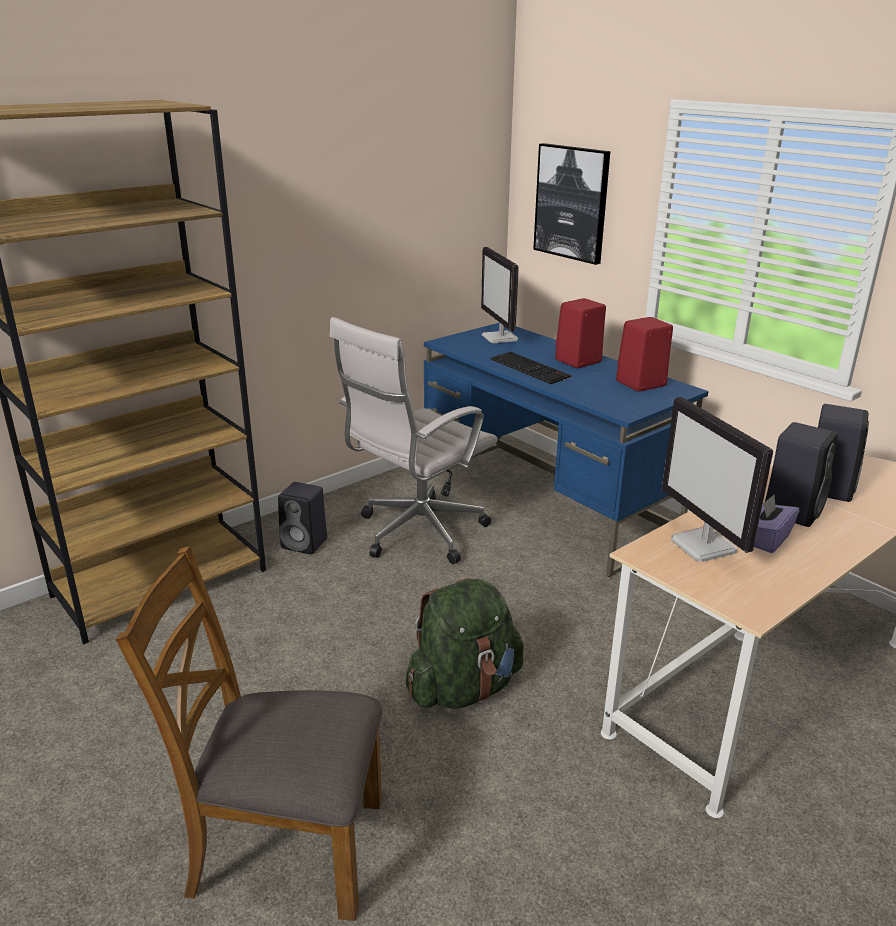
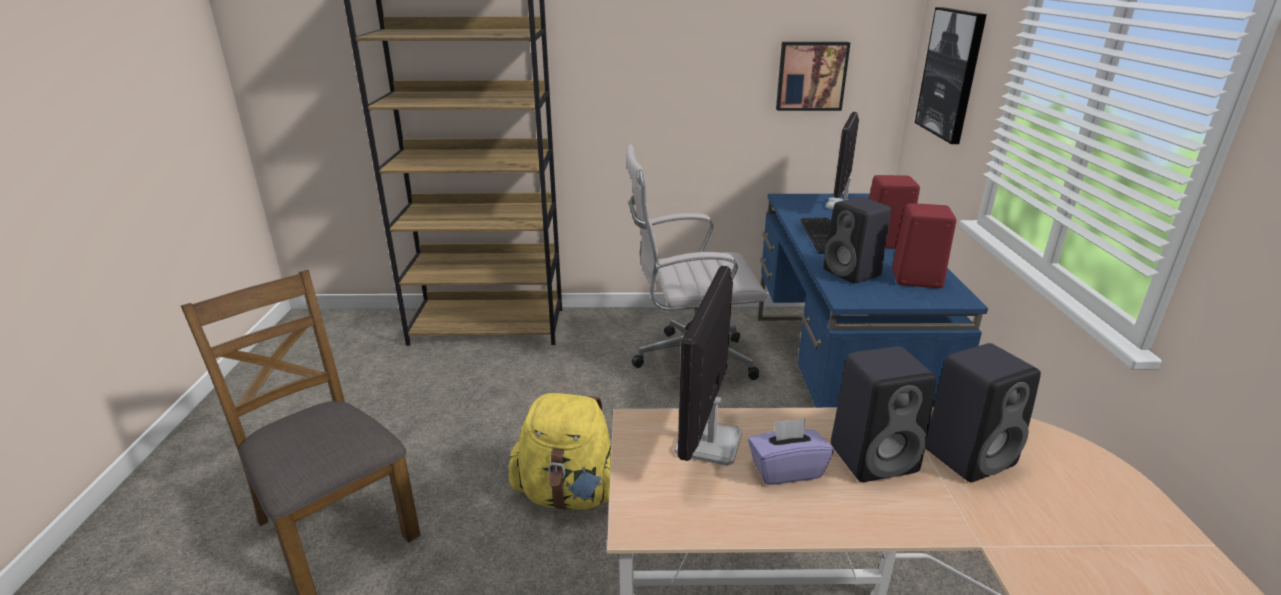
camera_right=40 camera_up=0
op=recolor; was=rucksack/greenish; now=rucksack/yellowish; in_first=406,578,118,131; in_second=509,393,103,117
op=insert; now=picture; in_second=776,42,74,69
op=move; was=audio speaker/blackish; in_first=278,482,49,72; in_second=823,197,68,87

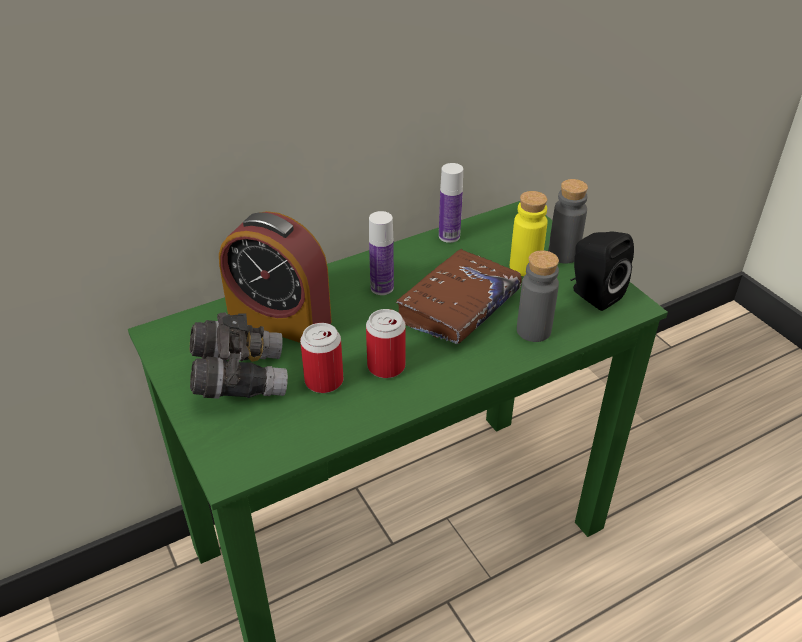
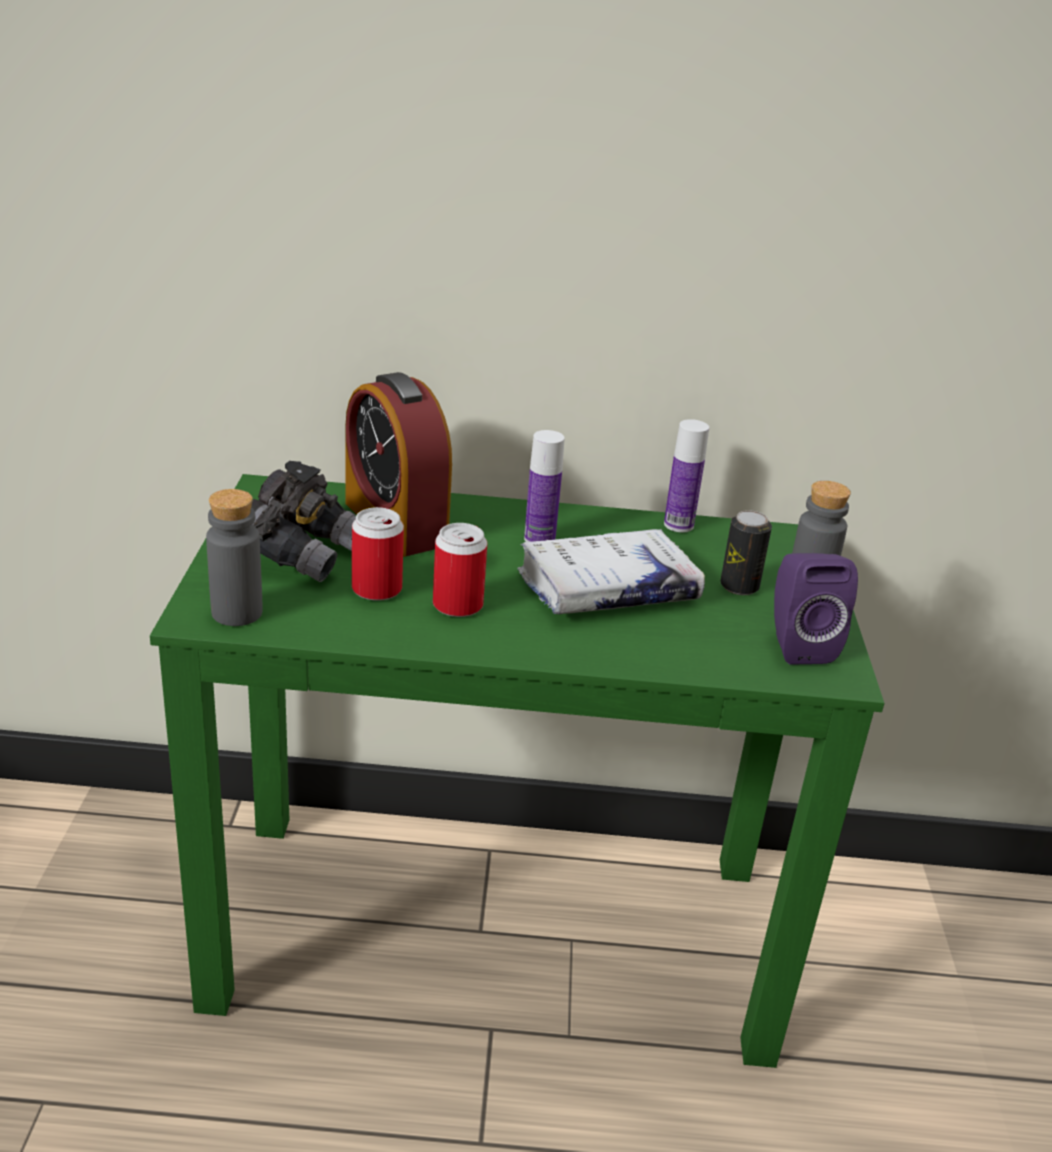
camera_right=30 camera_up=-10
op=move; was=beverage bottle/greyish; in_first=517,250,42,92; in_second=206,489,57,137
op=recolor; was=book/brown; now=book/white; in_first=395,249,127,95; in_second=518,529,187,85
op=replace; was=beverage bottle/yellowish; now=metal can; in_first=510,191,38,85; in_second=720,510,52,85
op=recolor; was=audio speaker/blackish; now=audio speaker/purplish; in_first=571,231,63,80; in_second=774,553,84,112

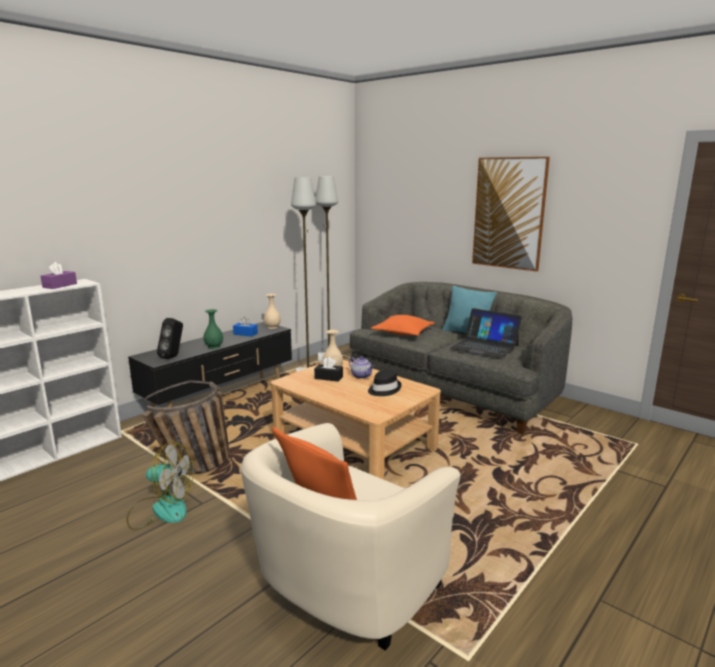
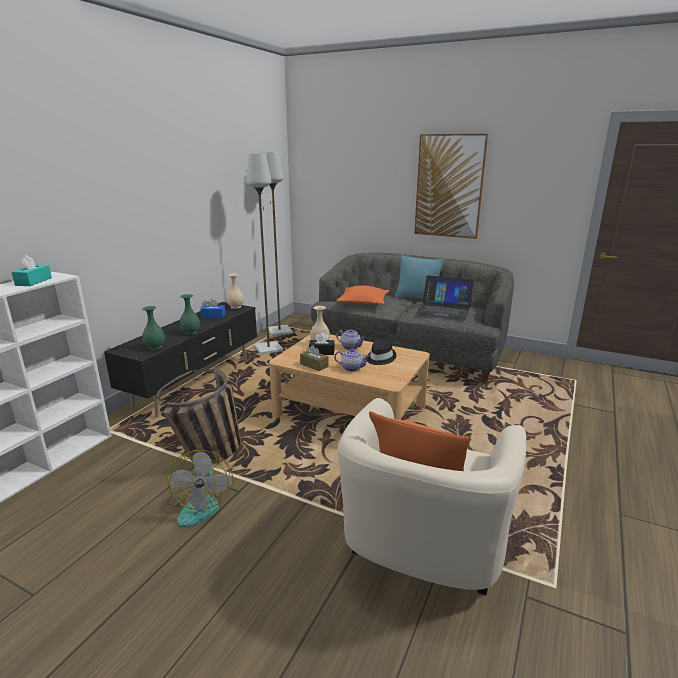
camera_right=-15 camera_up=5
op=recolor; was=tissue box/purplish; now=tissue box/turquoise-coloured; in_first=41,262,36,27; in_second=12,255,40,31
op=replace; was=audio speaker/blackish; now=decorative vase/greenish; in_first=157,318,26,41; in_second=142,306,23,44
op=rotate; was=electric fan; in_first=126,441,68,89; in_second=167,450,66,77; clockwise=90
op=insert; now=tissue box/brown; in_second=300,345,29,26
op=insert; now=tea pot; in_second=334,348,36,23

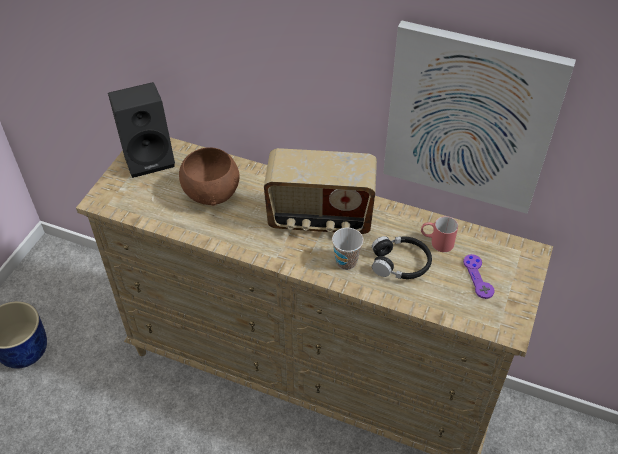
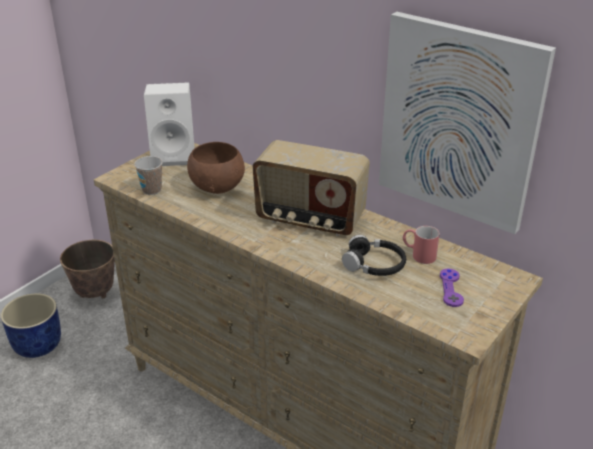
camera_right=15 camera_up=-15
op=insert; now=flower pot; in_second=60,240,55,58
op=move; was=cup; in_first=332,228,31,42; in_second=134,156,29,39
op=recolor; was=audio speaker/blackish; now=audio speaker/white; in_first=108,82,67,96; in_second=144,83,51,83

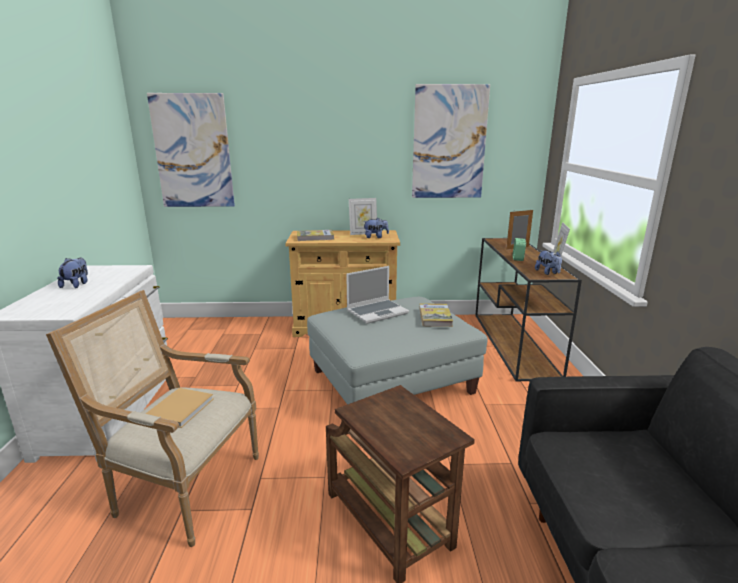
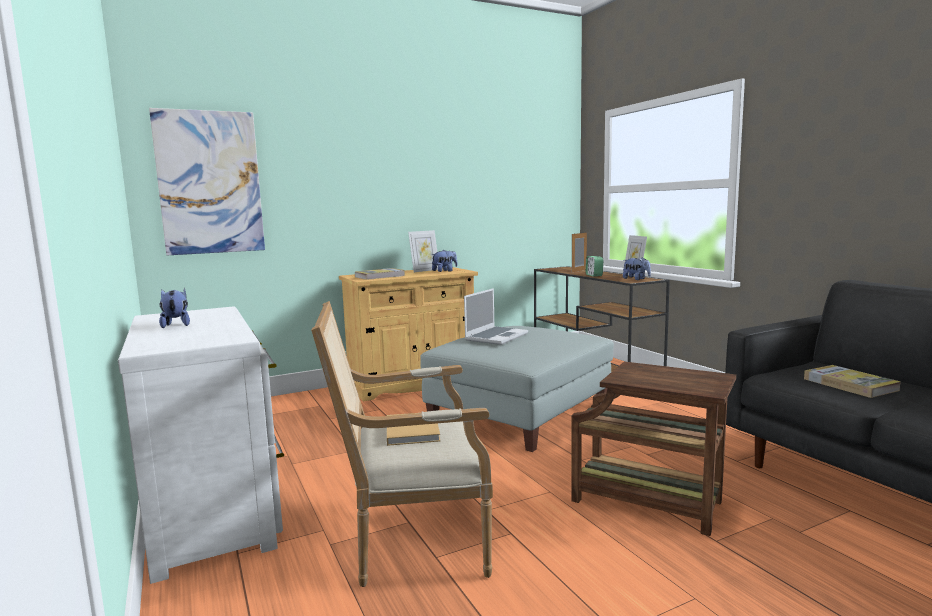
camera_right=-25 camera_up=-10
op=move; was=book; in_first=419,304,34,23; in_second=804,365,97,33
op=delete; was=picture; in_first=412,84,78,114

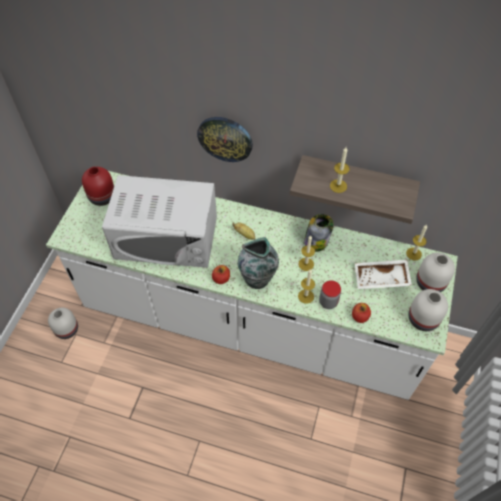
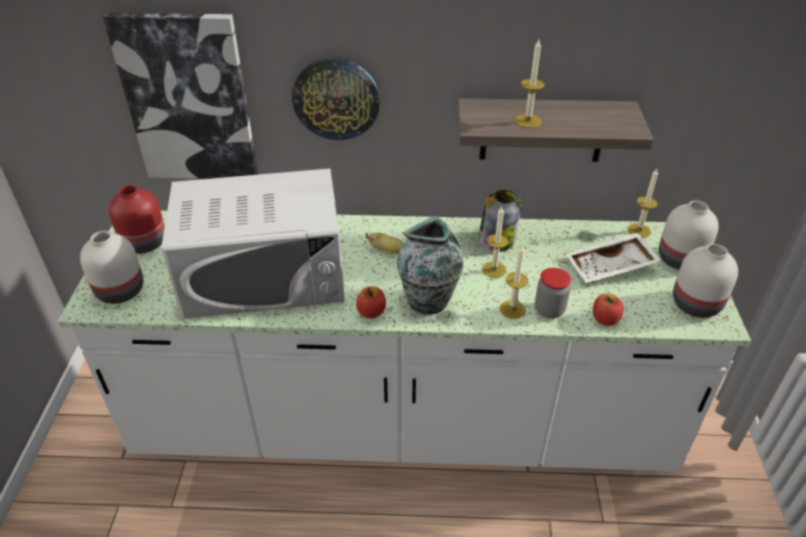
camera_right=-15 camera_up=-15
op=move; was=decorative vase/white; in_first=48,308,30,31; in_second=80,231,63,73
op=insert; now=picture; in_second=103,12,155,167

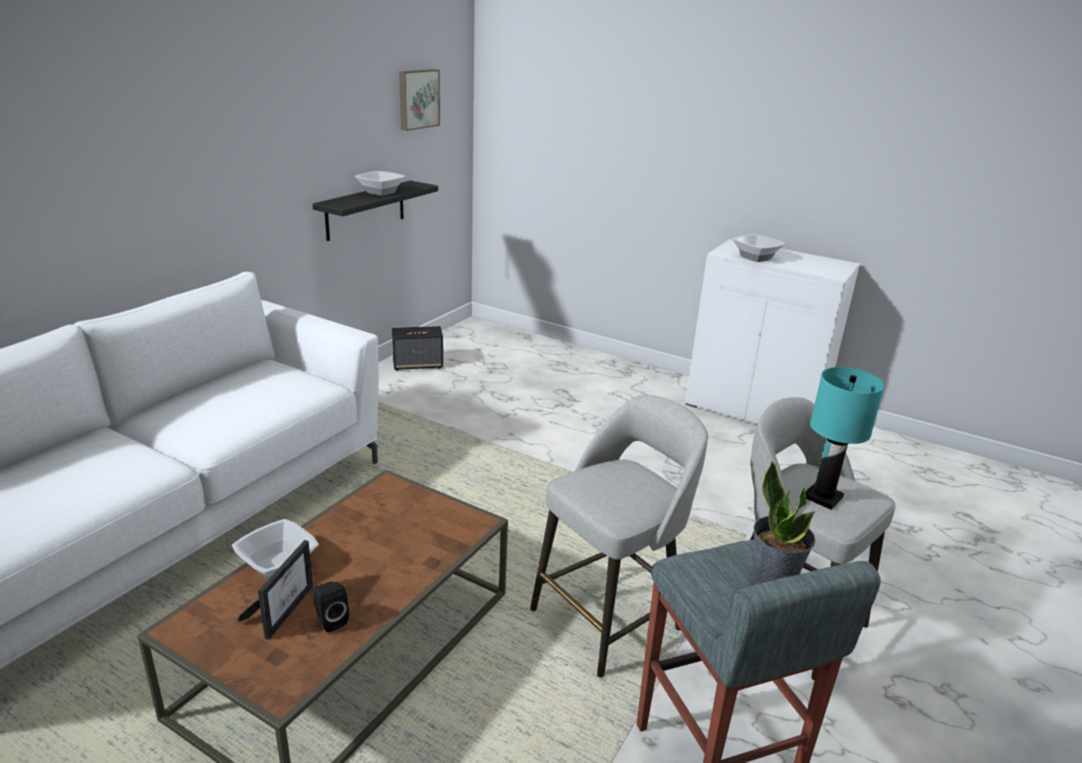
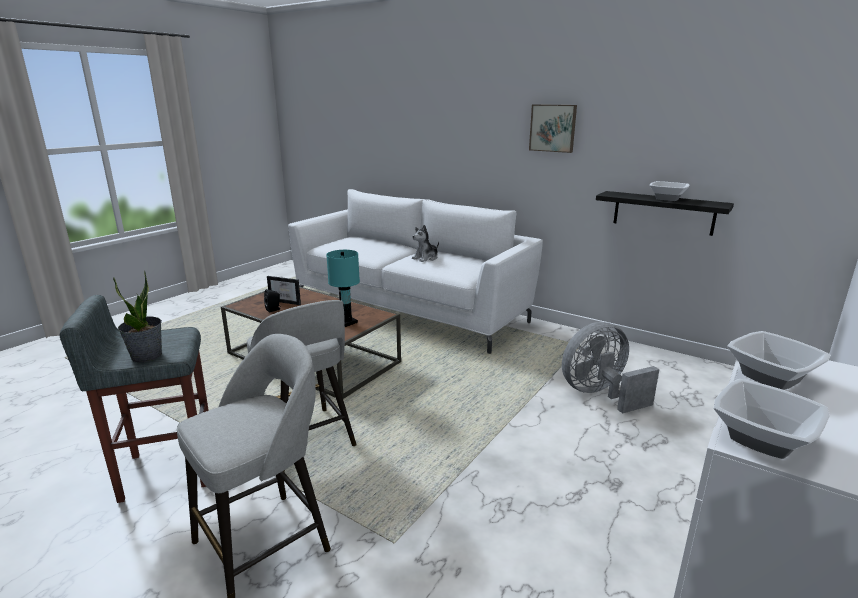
camera_right=95 camera_up=-5
op=move; was=table lamp/turquoise-coloured; in_first=805,367,80,143; in_second=326,250,34,77
op=insert; now=plush toy; in_second=412,225,27,37
op=move; was=picture; in_first=399,69,41,62; in_second=529,104,48,49
op=insert; now=electric fan/greyish; in_second=562,322,97,91
op=move; was=serving bowl; in_first=232,519,87,61; in_second=714,379,116,80
op=delete; was=audio speaker; in_first=392,326,51,45

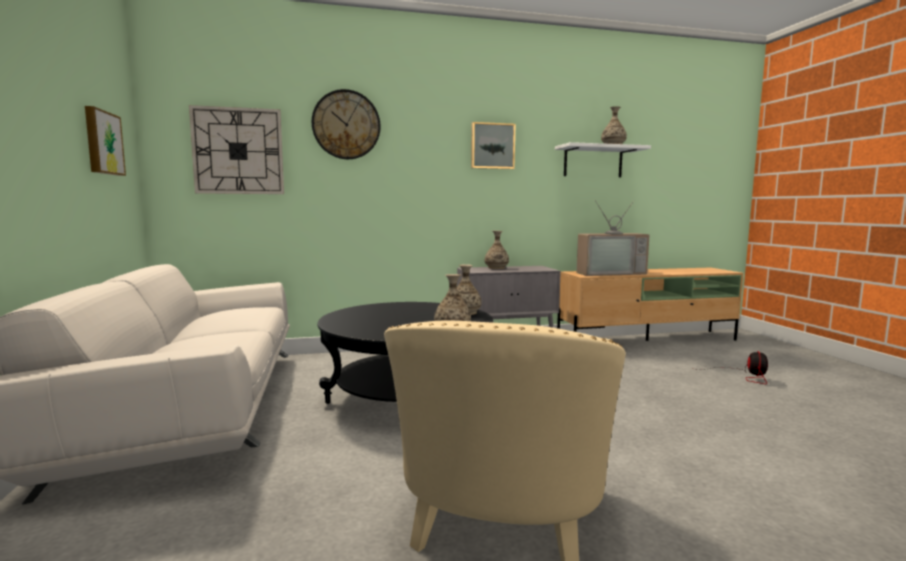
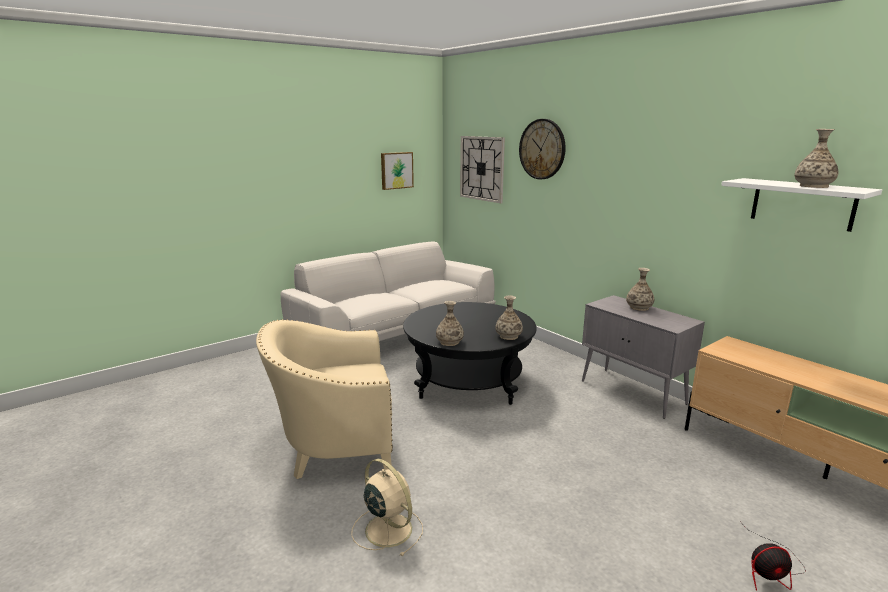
camera_right=65 camera_up=10
op=insert; now=electric fan/sand-coloured; in_second=351,459,72,97
op=delete; was=picture; in_first=471,122,44,47
op=delete; was=TV set; in_first=576,200,74,76

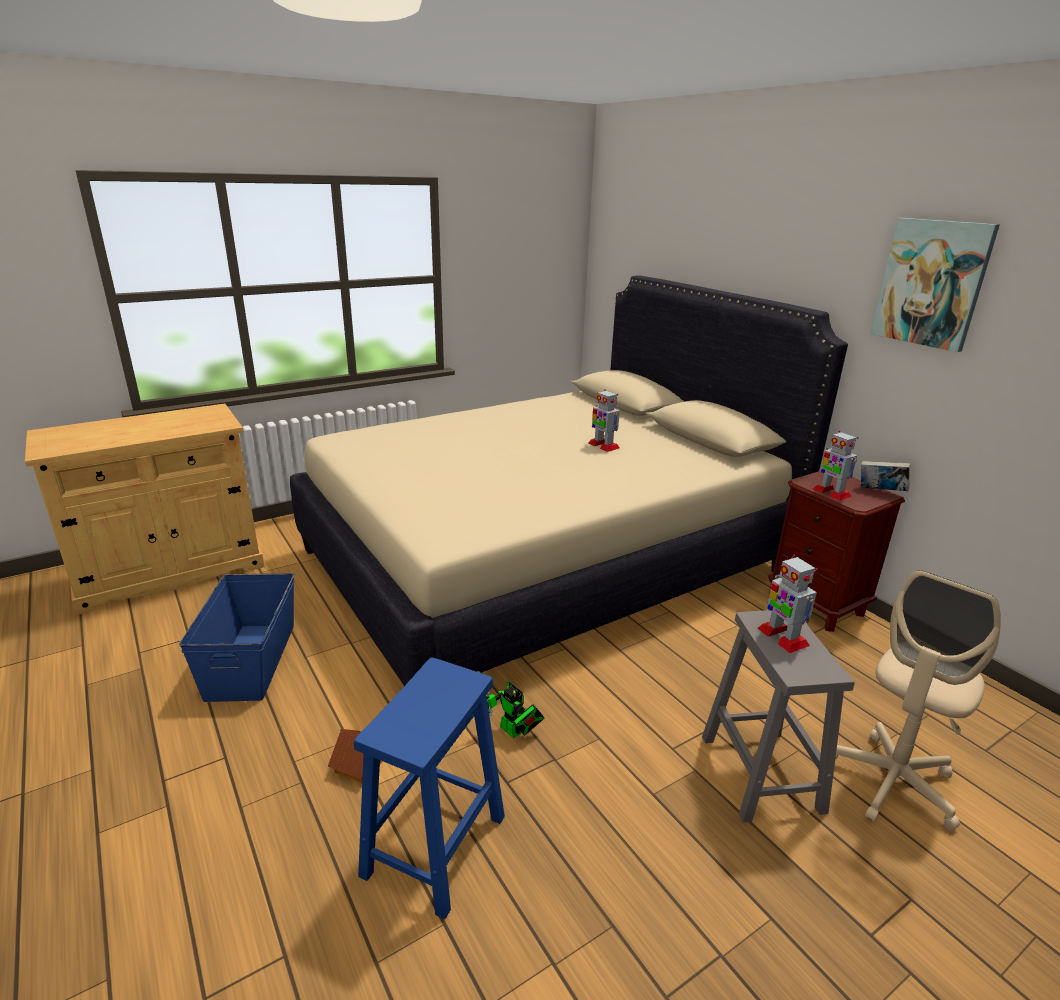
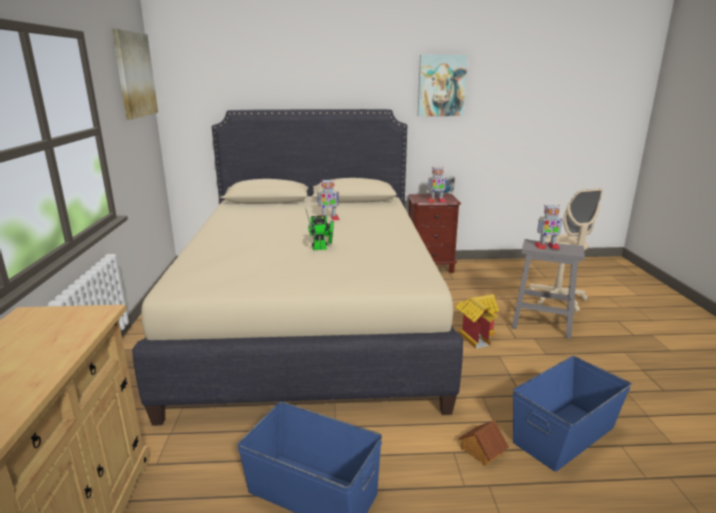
camera_right=-60 camera_up=-5
op=insert; now=picture; in_second=112,29,46,90
op=move; was=toy robot; in_first=477,671,67,68; in_second=306,209,28,41
op=insert; now=miniature house; in_second=455,294,45,55
op=replace; was=stool/blue-coloured; now=storage box/blue-coloured; in_first=354,657,151,262; in_second=512,356,120,116

